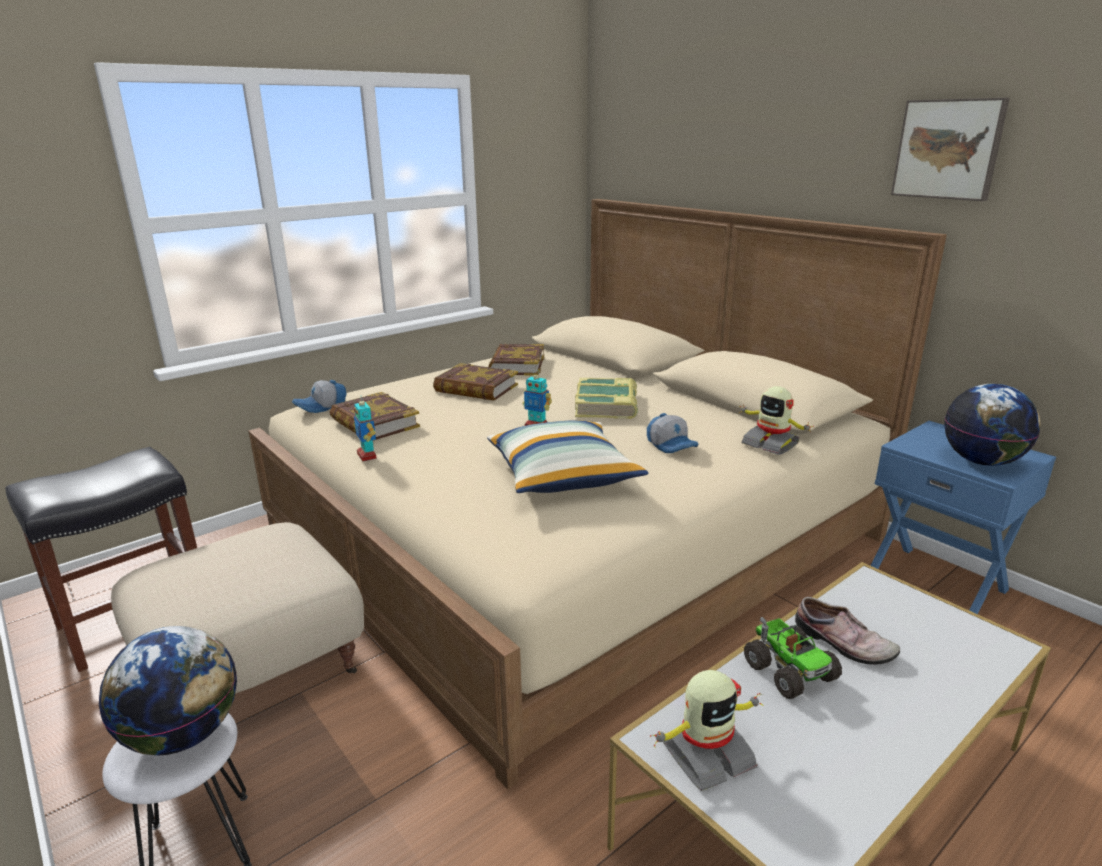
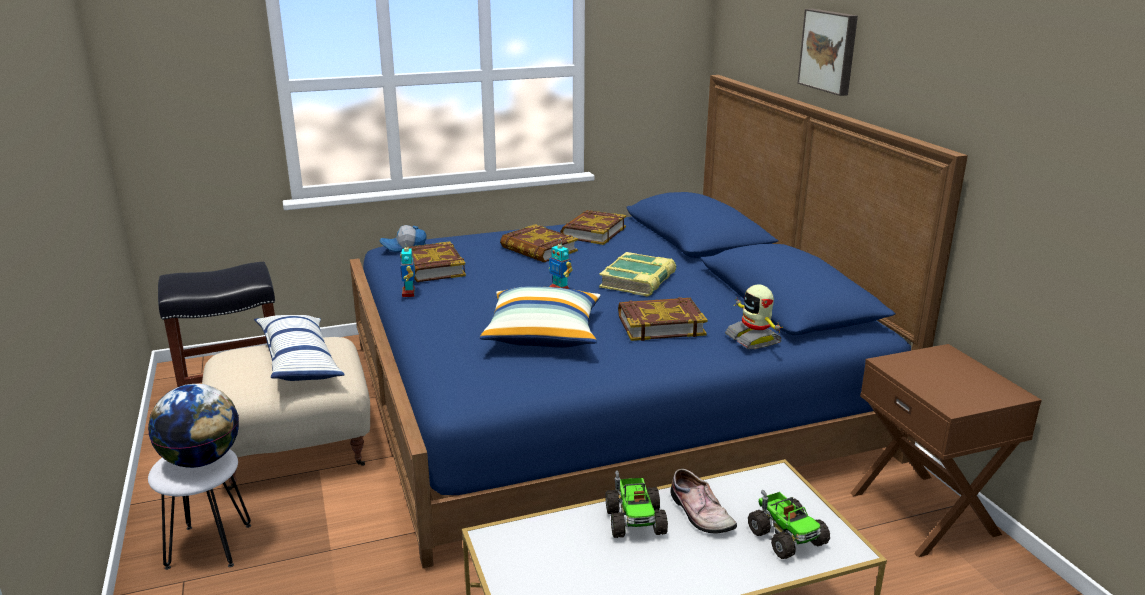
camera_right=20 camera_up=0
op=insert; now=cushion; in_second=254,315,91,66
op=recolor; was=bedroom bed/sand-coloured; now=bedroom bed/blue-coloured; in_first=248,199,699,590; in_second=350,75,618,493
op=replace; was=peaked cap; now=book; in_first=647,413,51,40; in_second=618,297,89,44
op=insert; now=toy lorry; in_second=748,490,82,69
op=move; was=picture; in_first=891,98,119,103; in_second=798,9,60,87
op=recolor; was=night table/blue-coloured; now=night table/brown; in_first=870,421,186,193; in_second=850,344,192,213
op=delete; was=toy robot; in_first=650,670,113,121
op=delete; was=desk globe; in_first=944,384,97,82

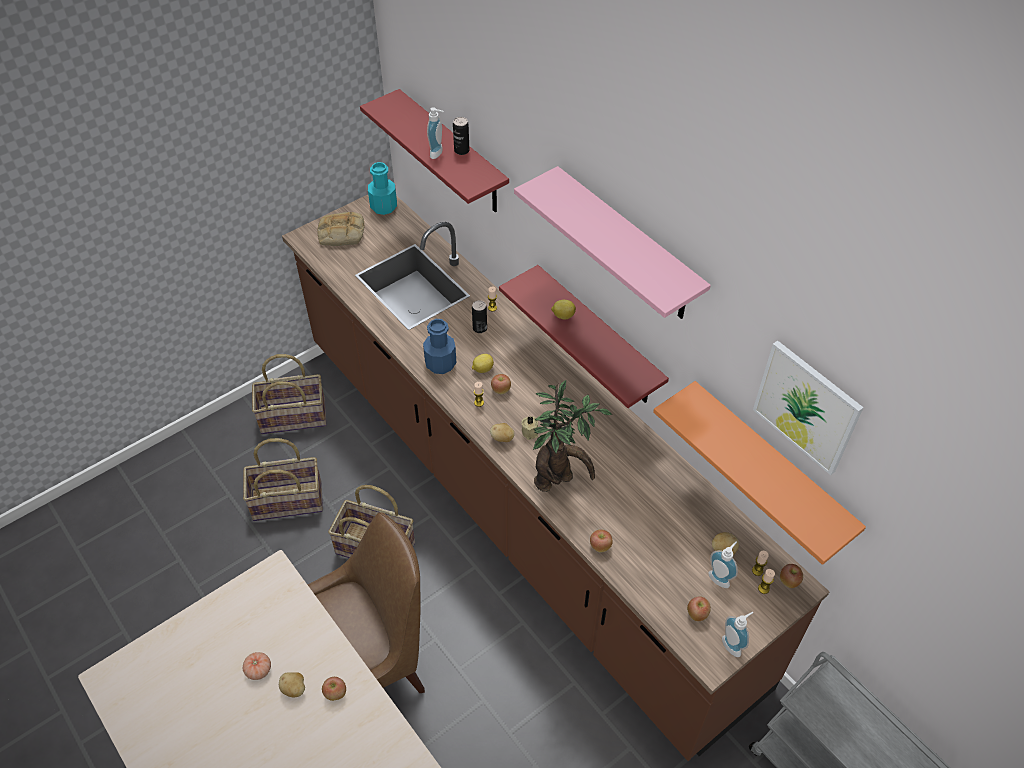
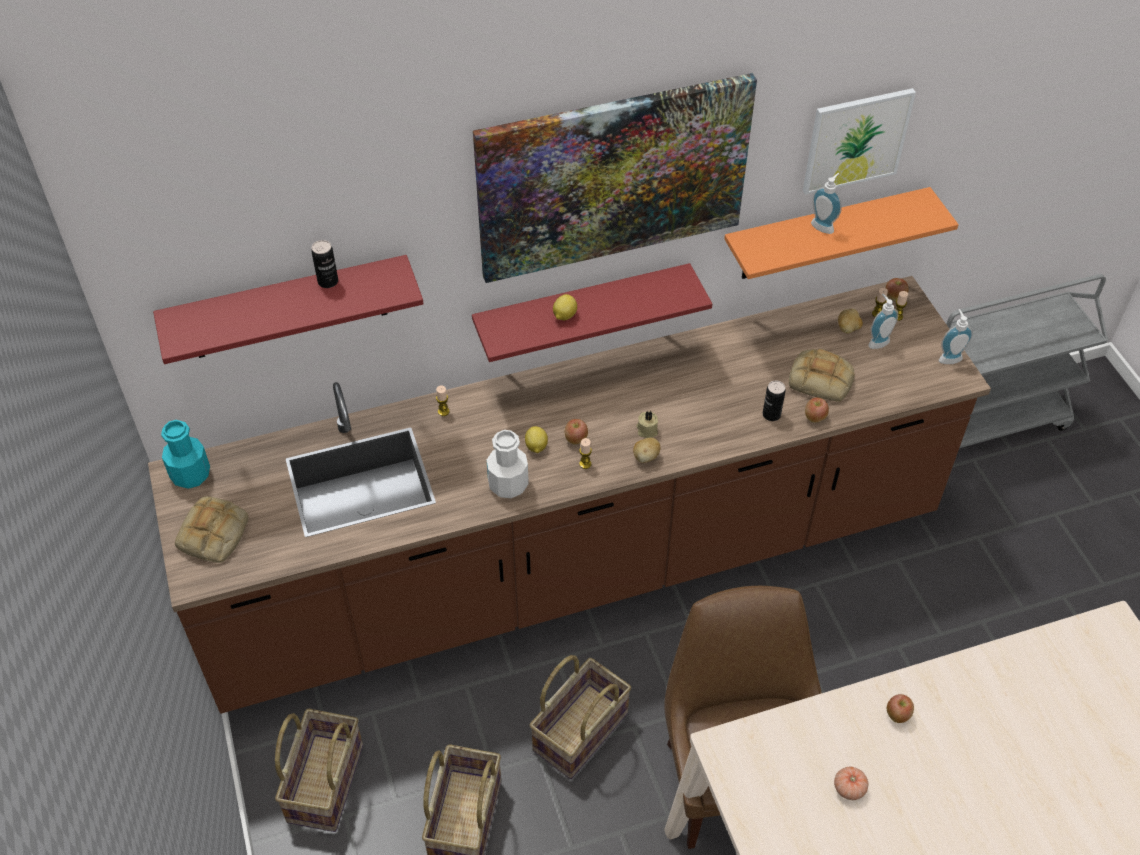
camera_right=-70 camera_up=0
op=replace; was=shelf/pinkish; now=picture; in_first=514,166,197,153; in_second=473,73,284,210
op=recolor; was=beverage bottle/blue-coloured; now=beverage bottle/white; in_first=423,319,34,55; in_second=487,430,42,68
op=move; was=metal can; in_first=472,300,15,33; in_second=762,381,24,40
op=insert; now=baked bread; in_second=789,349,66,53
op=move; was=liquid soap bottle; in_first=427,107,17,52; in_second=811,173,31,61
op=delete; was=potato; in_first=279,672,26,25
op=delete; was=potted plant; in_first=533,380,79,112
op=delete; was=apple; in_first=687,596,24,25

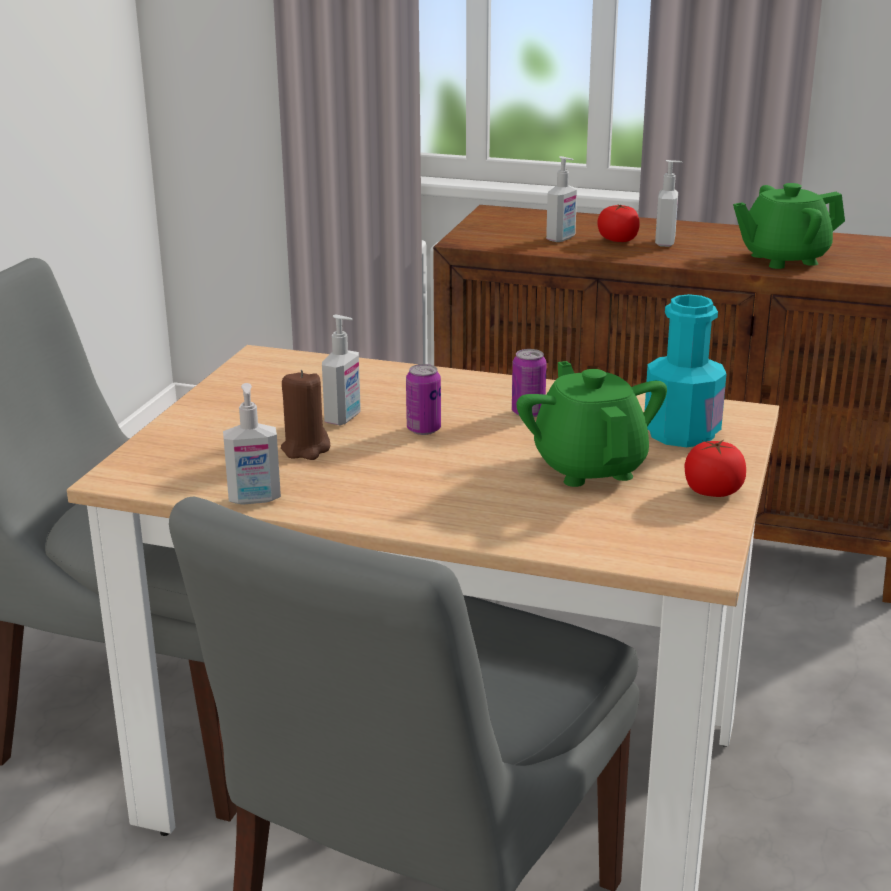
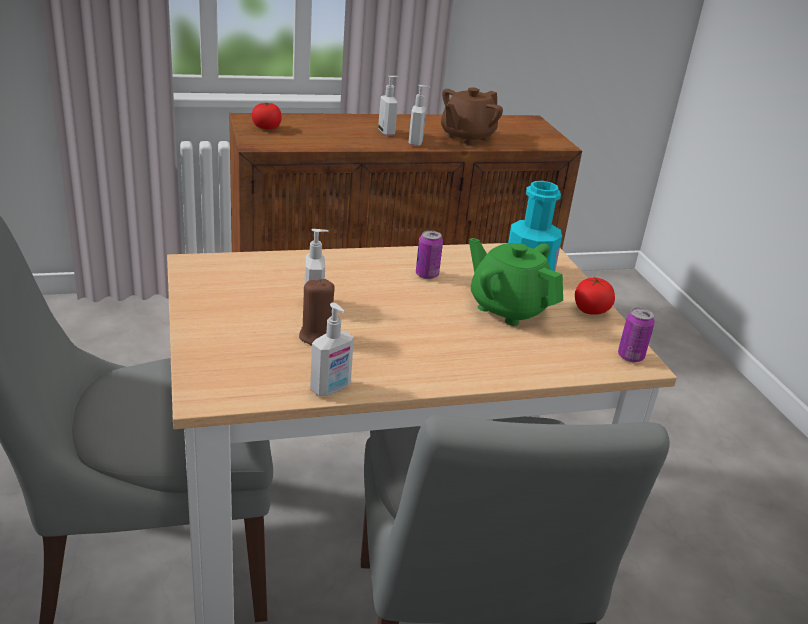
camera_right=-35 camera_up=5
op=move; was=whole tomato; in_first=597,205,43,37; in_second=252,102,29,27
op=move; was=liquid soap bottle; in_first=546,156,31,86; in_second=409,85,21,61
op=recolor; was=tea pot/greenish; now=tea pot/brown; in_first=733,183,112,86; in_second=441,87,62,58
op=move; was=metal can; in_first=406,364,35,71; in_second=618,308,37,54

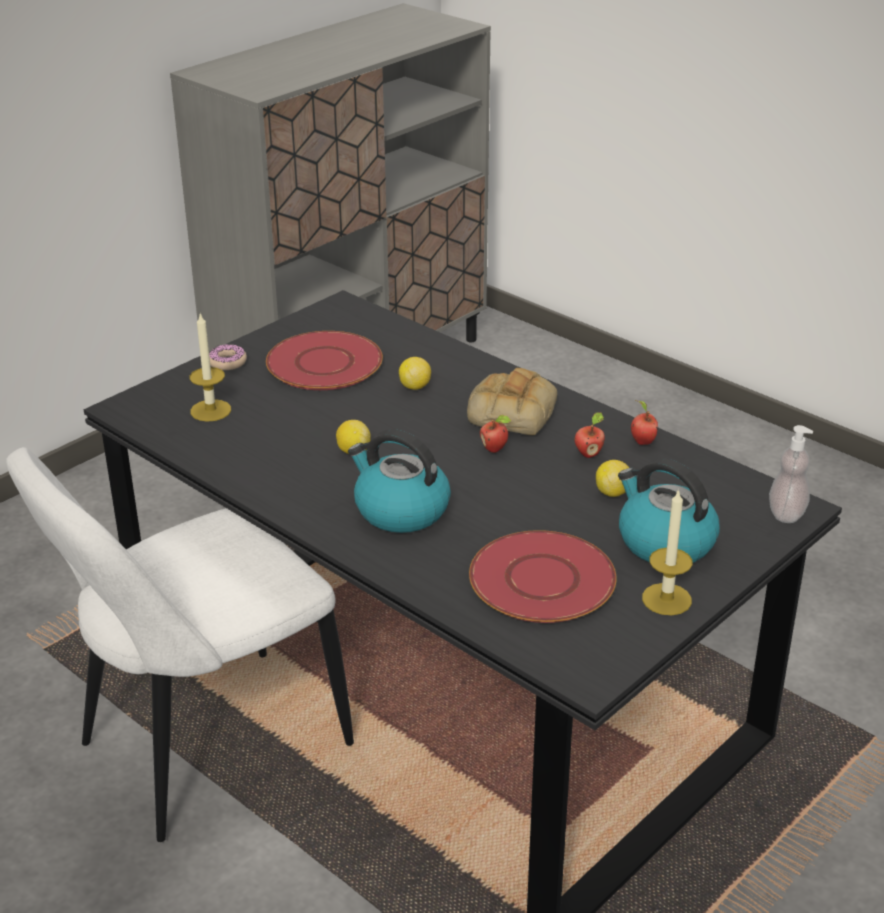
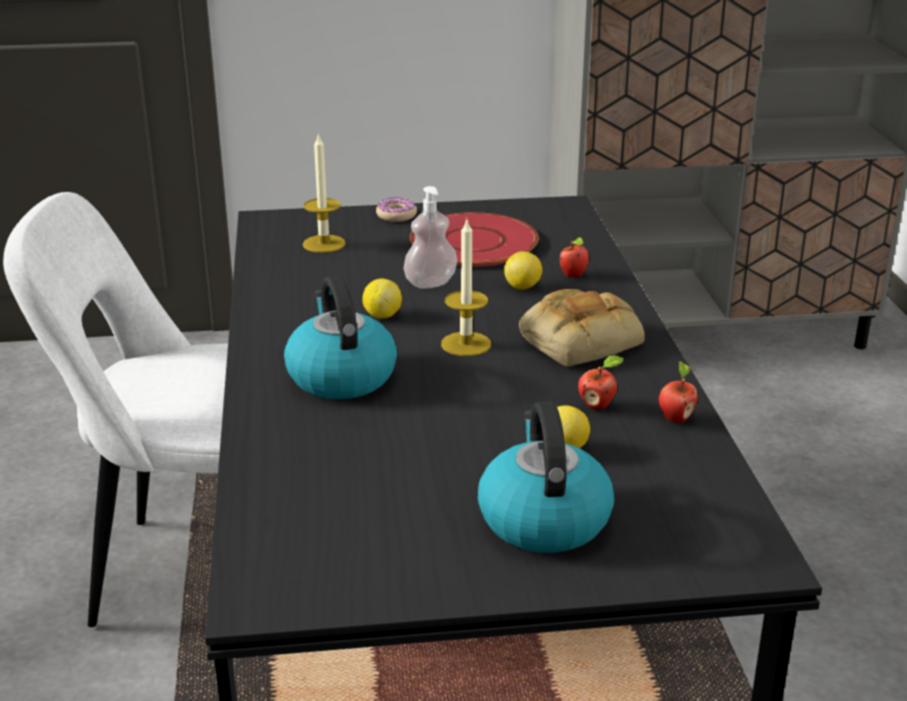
camera_right=40 camera_up=-5
op=move; was=liquid soap bottle; in_first=769,425,44,98; in_second=403,186,54,103
op=move; was=candle; in_first=642,489,50,126; in_second=441,217,50,139
op=move; was=apple; in_first=480,415,31,38; in_second=560,237,29,41
op=delete; was=plate/reddish; in_first=469,530,148,93

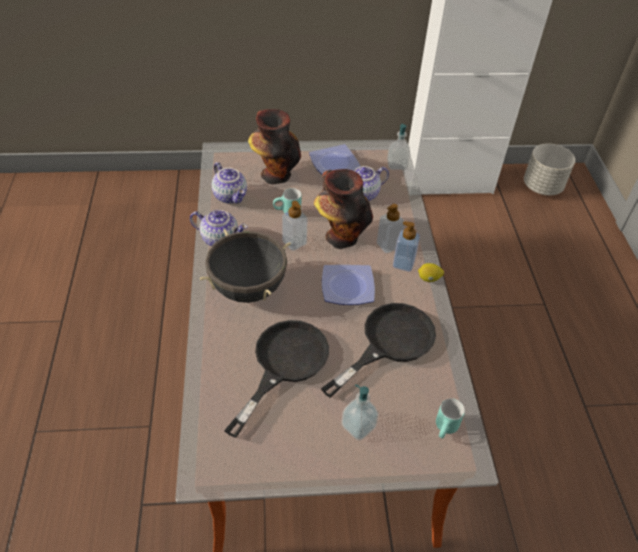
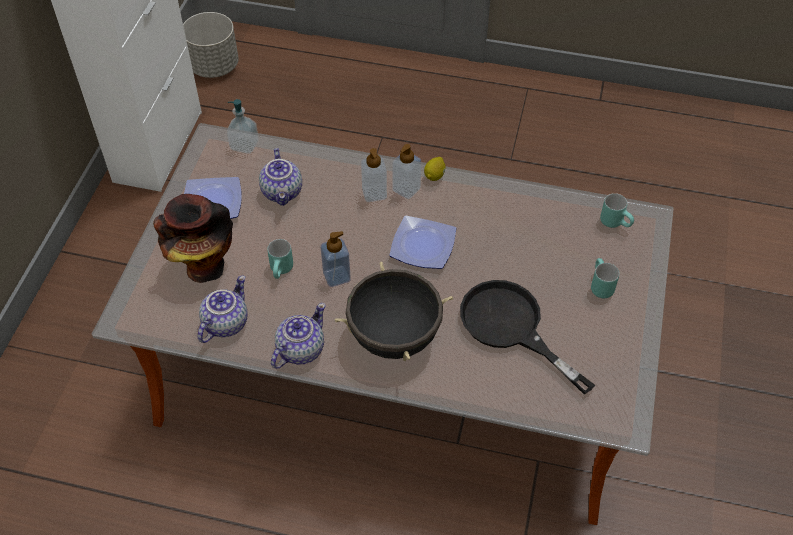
camera_right=-70 camera_up=5
op=rotate; was=tea pot; in_first=212,162,35,42; in_second=198,275,50,68; clockwise=-45
op=replace; was=liquid soap bottle; now=mug/turquoise-coloured; in_first=341,384,38,56; in_second=591,258,28,40
op=delete; was=decorative vase; in_first=314,169,59,80
op=delete; was=pan/blackish; in_first=321,303,115,95

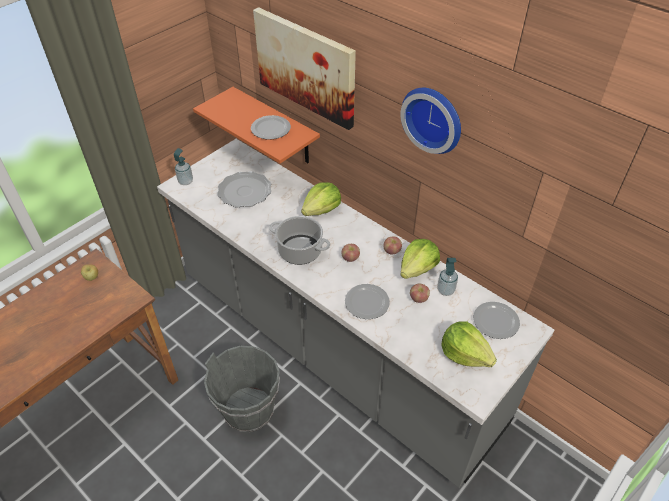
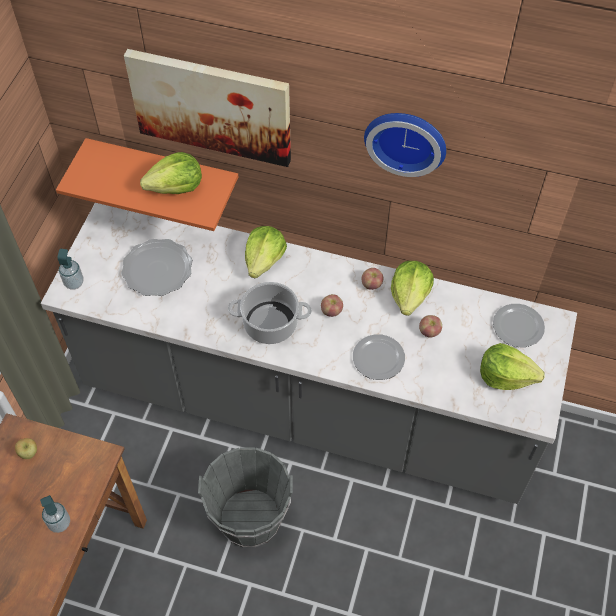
camera_right=-25 camera_up=10
op=move; was=liquid soap bottle; in_first=437,258,21,38; in_second=40,495,30,38
op=replace; was=plate; now=lettuce head; in_first=251,115,40,24; in_second=140,152,62,42

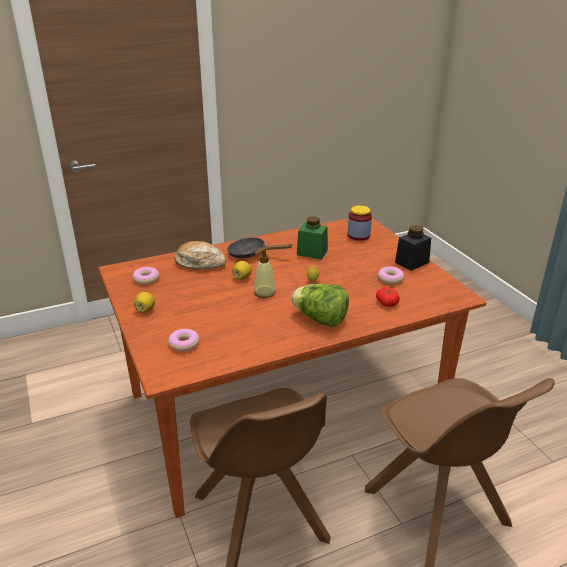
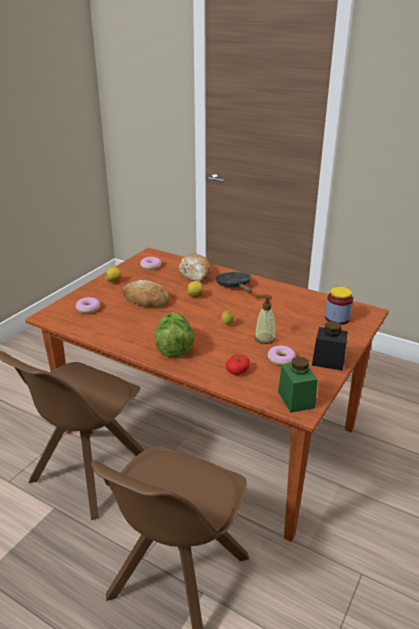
camera_right=55 camera_up=0
op=insert; now=baked bread; in_second=123,280,46,27
op=move; was=liquid soap bottle; in_first=254,247,22,51; in_second=255,295,21,49
op=move; was=jar/greenish; in_first=297,216,31,44; in_second=278,357,40,56

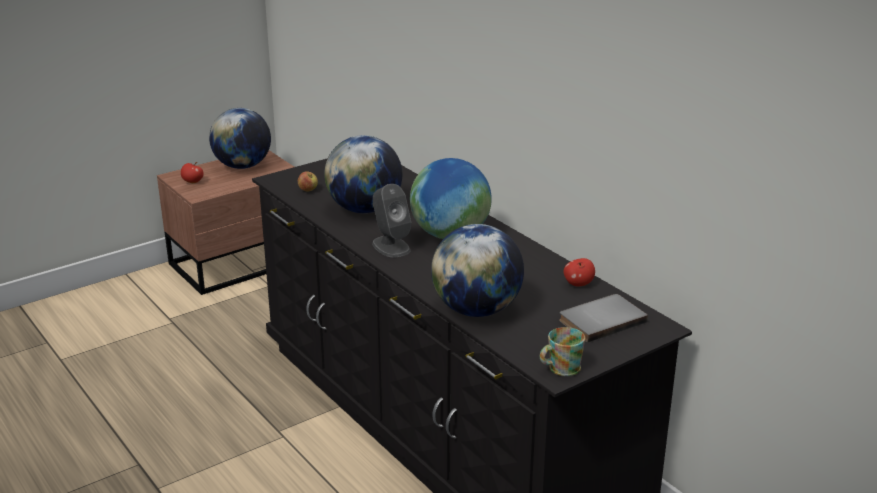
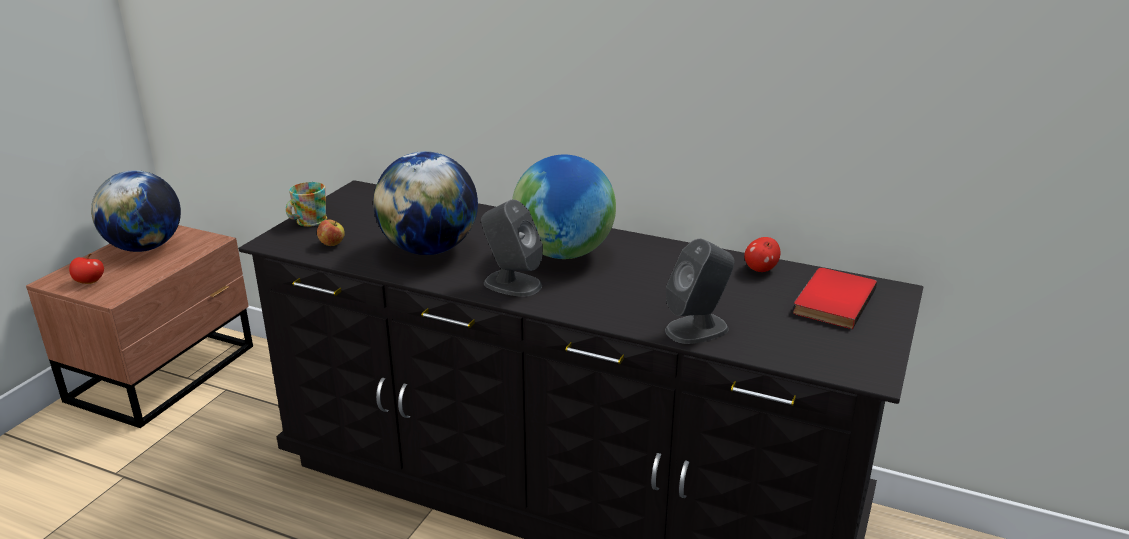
camera_right=-30 camera_up=0
op=move; was=mug; in_first=540,327,45,49; in_second=286,182,41,45
op=replace; was=desk globe; now=audio speaker/greyish; in_first=431,224,93,93; in_second=665,239,70,105
op=recolor; was=book/greyish; now=book/reddish; in_first=559,294,89,49; in_second=793,268,84,61

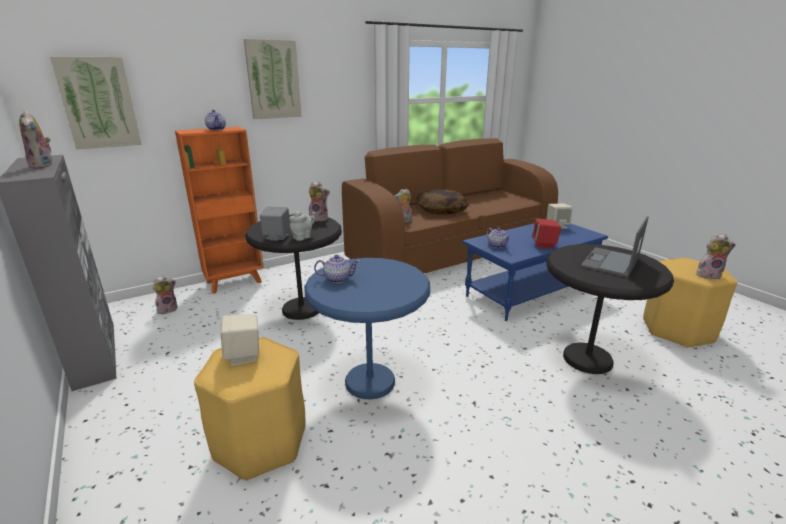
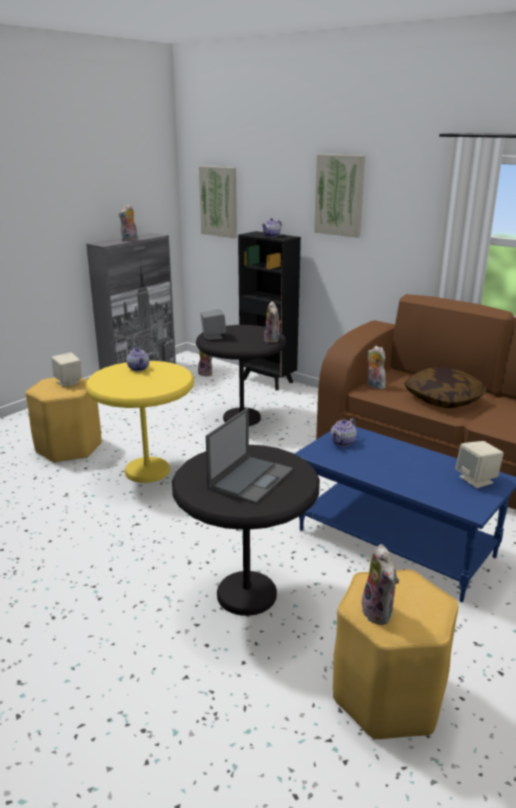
camera_right=70 camera_up=0
op=recolor; was=side table/blue-coloured; now=side table/yellowish; in_first=304,258,126,141; in_second=85,361,109,122
op=rotate; was=portable computer; in_first=581,216,68,62; in_second=206,408,87,96; clockwise=105
op=recolor; was=shelving unit/orange-coloured; now=shelving unit/blackish; in_first=175,127,89,167; in_second=238,231,63,159
op=delete; was=tea pot/greyish; in_first=289,211,26,30
op=delete; was=audio speaker/reddish; in_first=532,218,29,31

